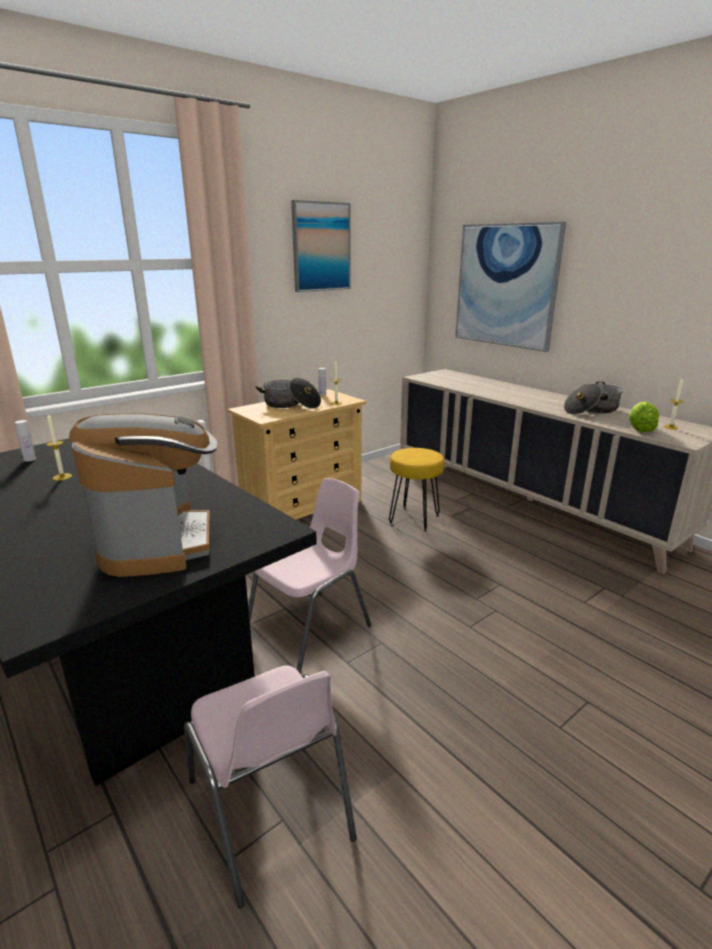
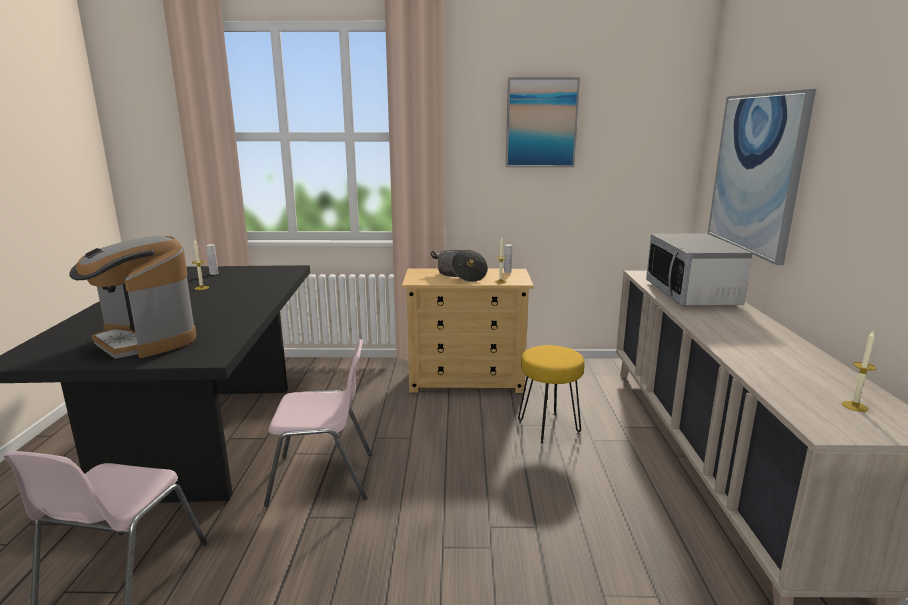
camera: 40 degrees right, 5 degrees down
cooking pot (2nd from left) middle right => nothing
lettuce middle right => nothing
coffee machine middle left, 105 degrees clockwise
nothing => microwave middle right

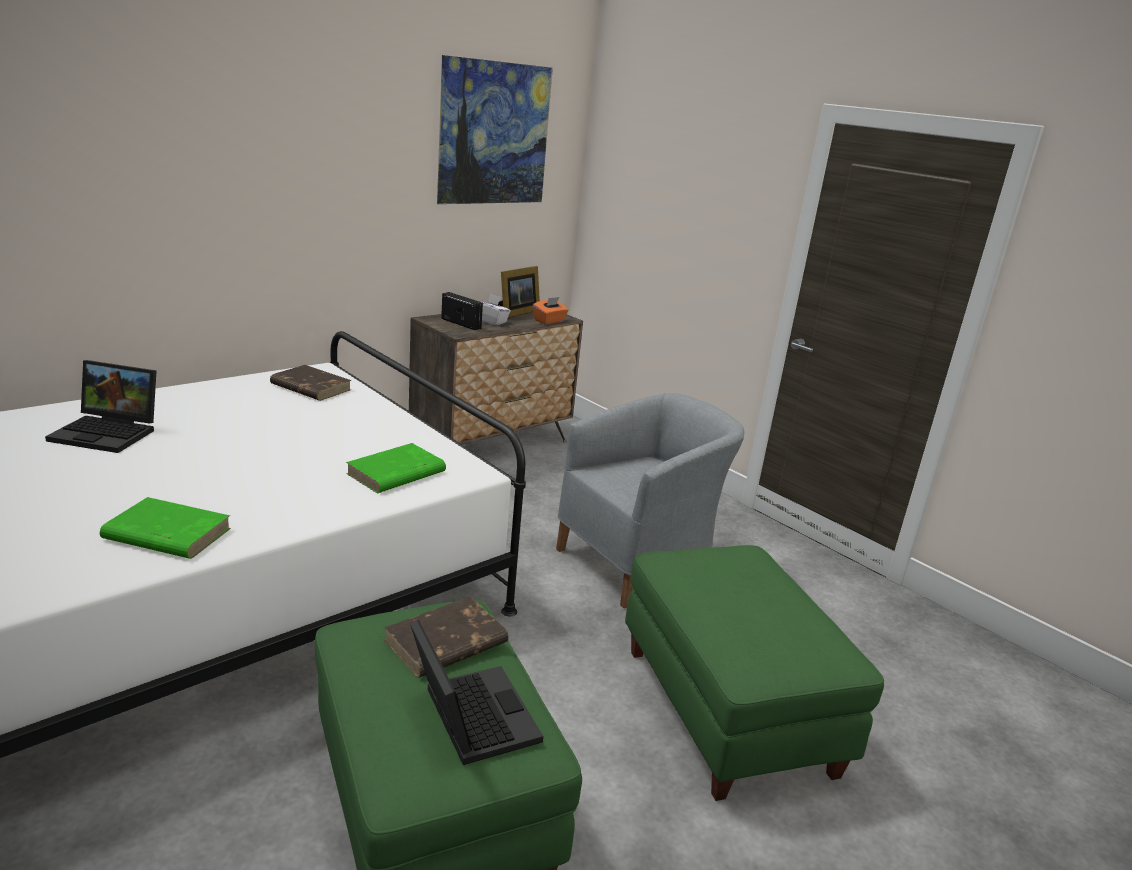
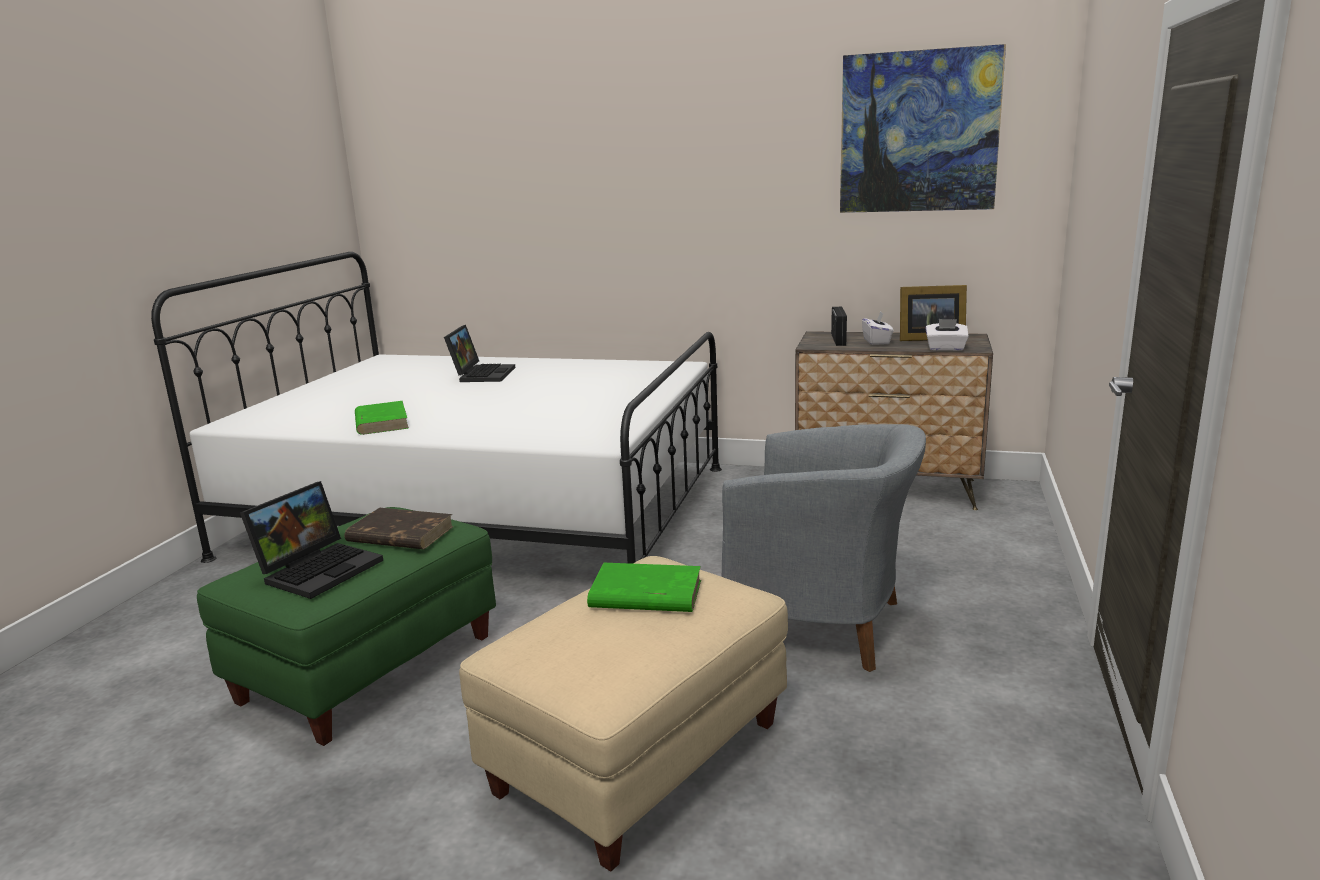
camera: 60 degrees right, 5 degrees down
orange tissue box centre => white tissue box (2nd from left) middle right
laptop (1st from left in the first image) middle left => laptop (2nd from left) centre, 150 degrees counterclockwise
brown book (1st from left) middle left => nothing
green book (2nd from left) centre => green book (2nd from left) bottom centre, move
green ottoman (2nd from left) bottom centre => beige ottoman bottom centre

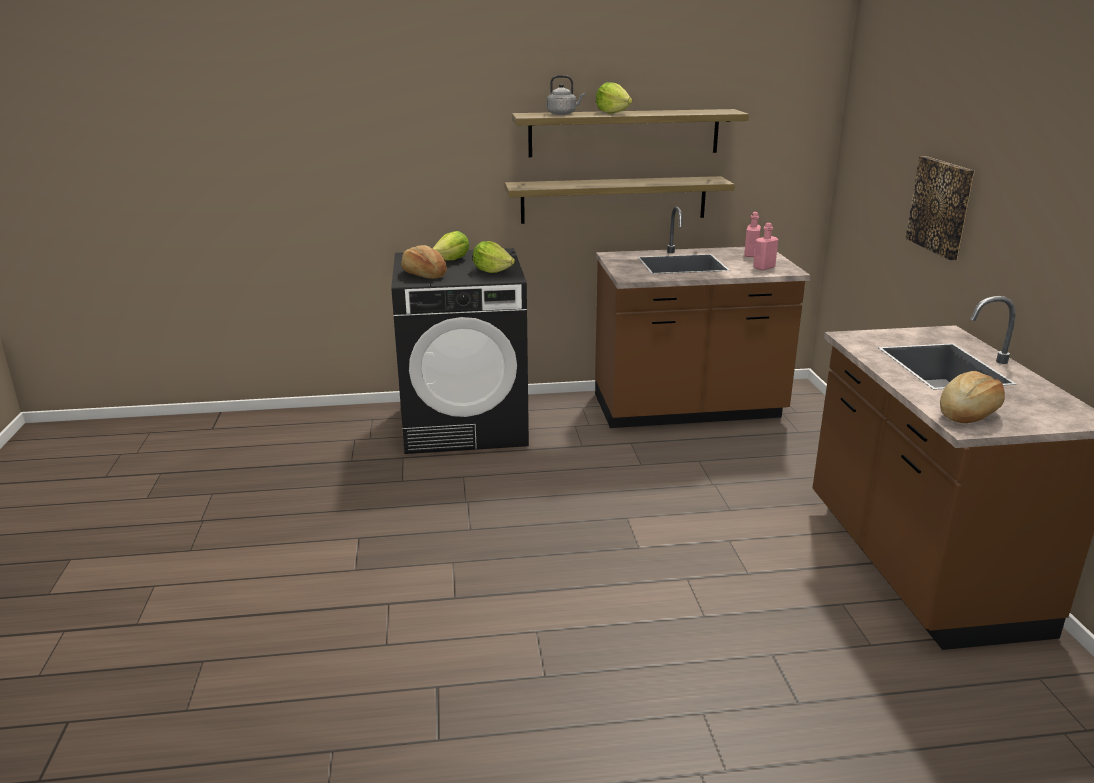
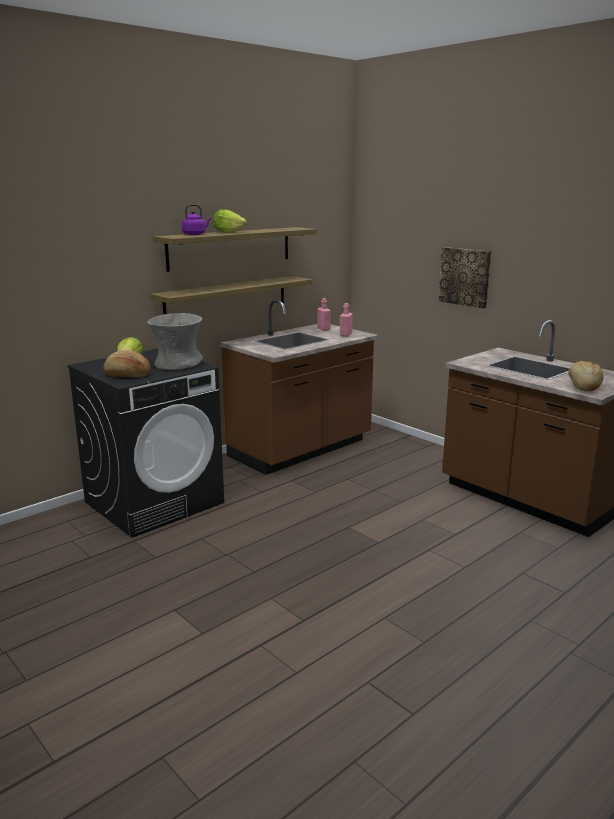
camera: 35 degrees left, 5 degrees down
grey kettle top centre => purple kettle top left
lettuce (2nd from left) top centre => grey vase middle left

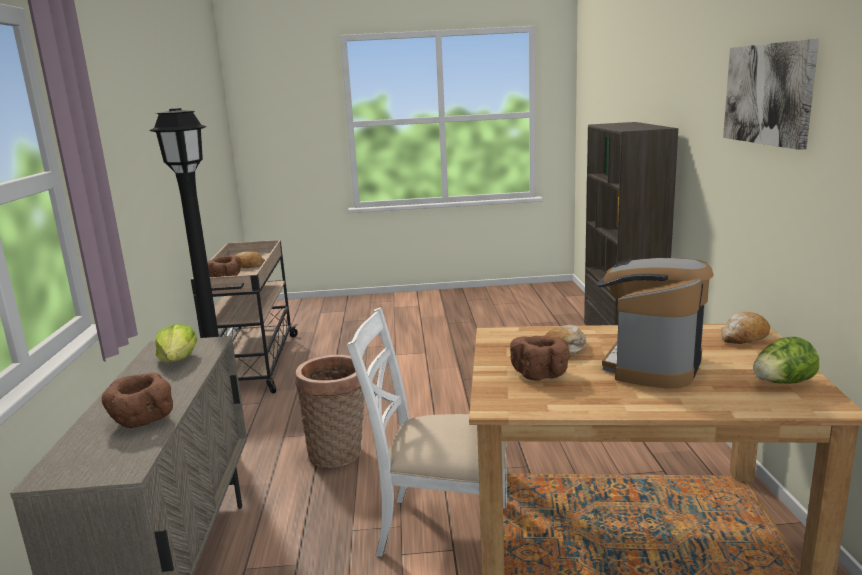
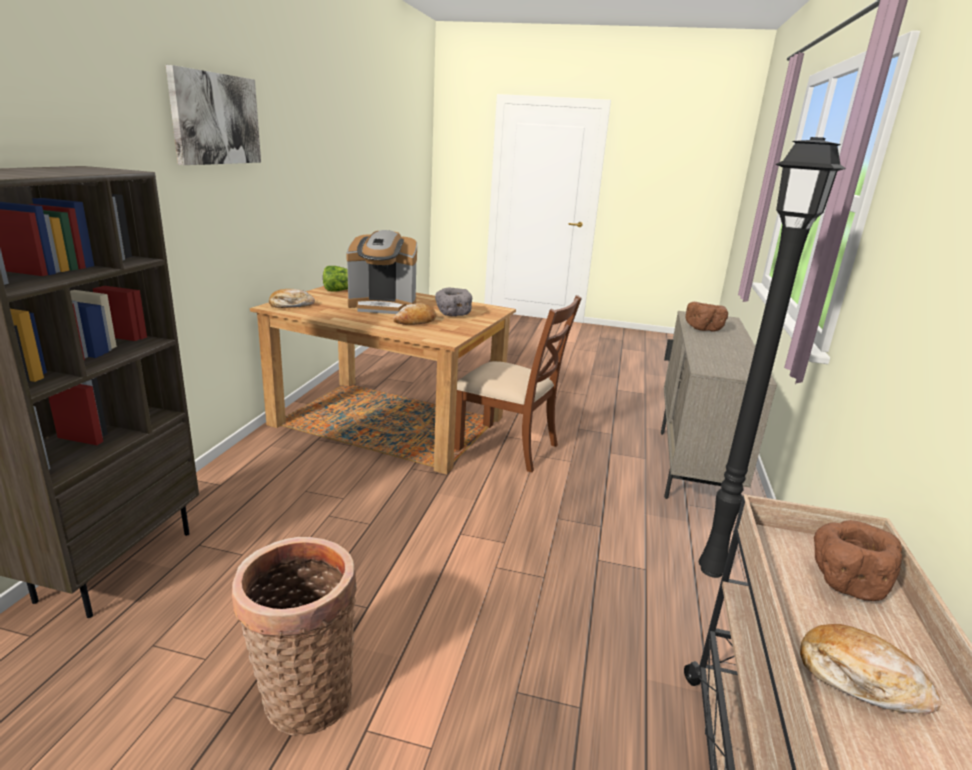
camera: 165 degrees left, 5 degrees up
coffee machine middle right => coffee machine centre, 45 degrees clockwise
white chair bottom centre => brown chair centre
lettuce (1st from left) middle left => nothing
brown bowl (3rd from left) centre => grey bowl centre
basket bottom centre => basket bottom left, move

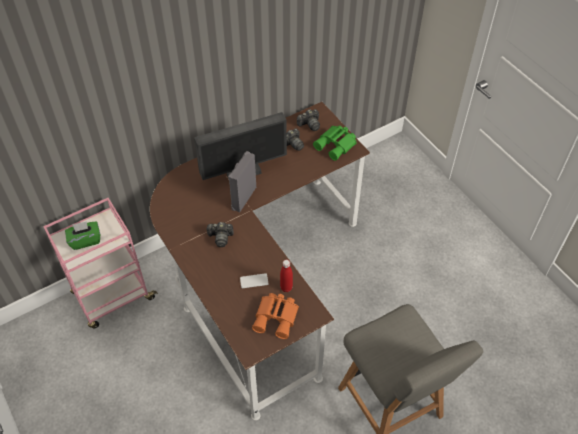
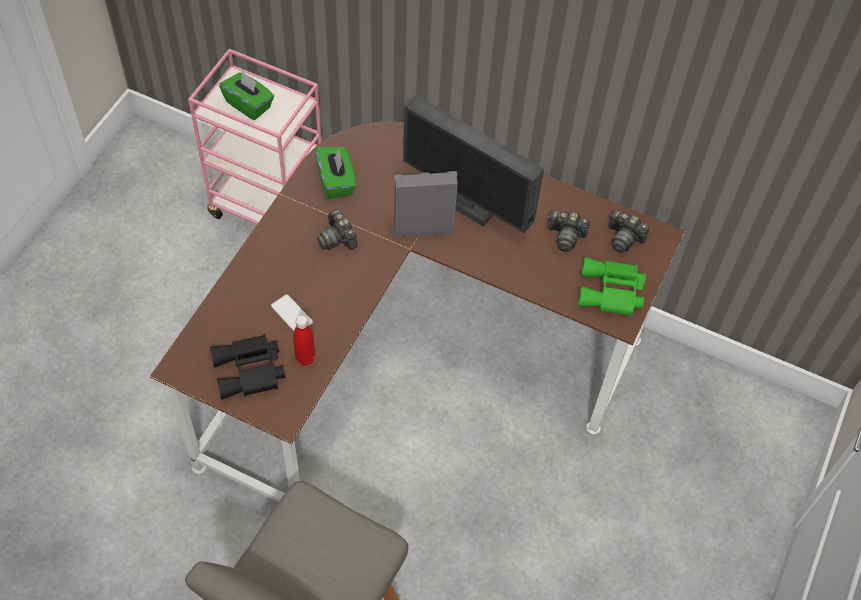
camera: 55 degrees right, 5 degrees up
orange binoculars bottom centre => black binoculars middle left
nothing => green tissue box (2nd from left) top centre

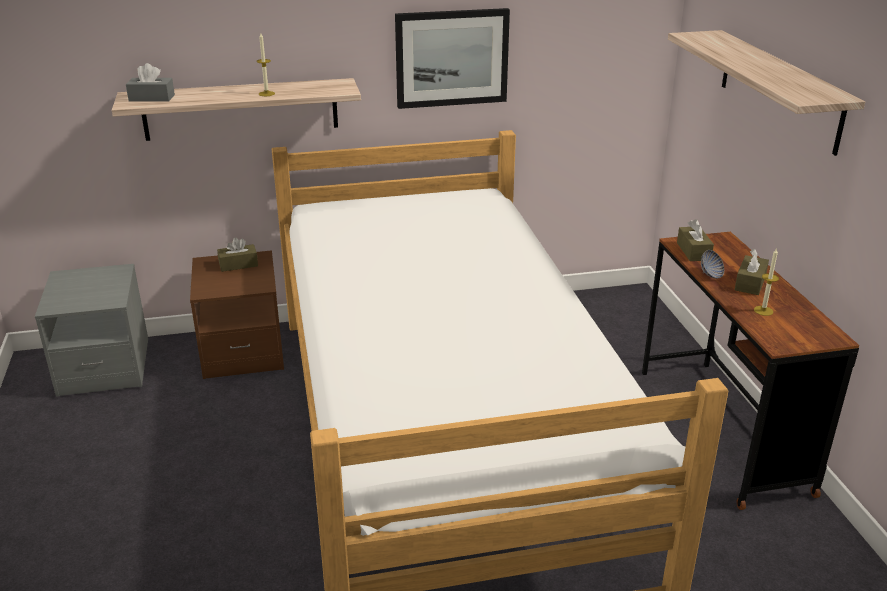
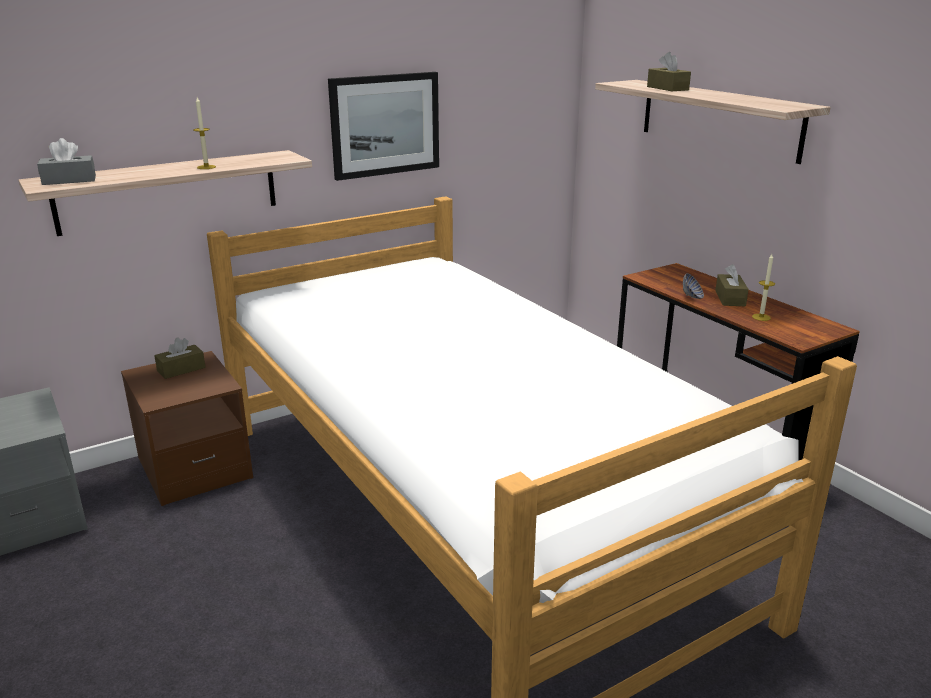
camera: 20 degrees left, 5 degrees down
brown tissue box (2nd from left) middle right => brown tissue box (2nd from left) top right, move

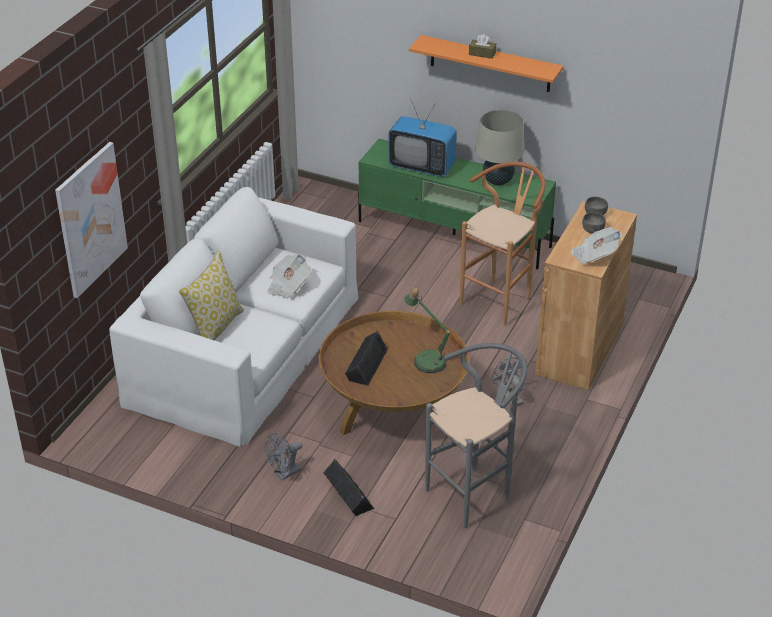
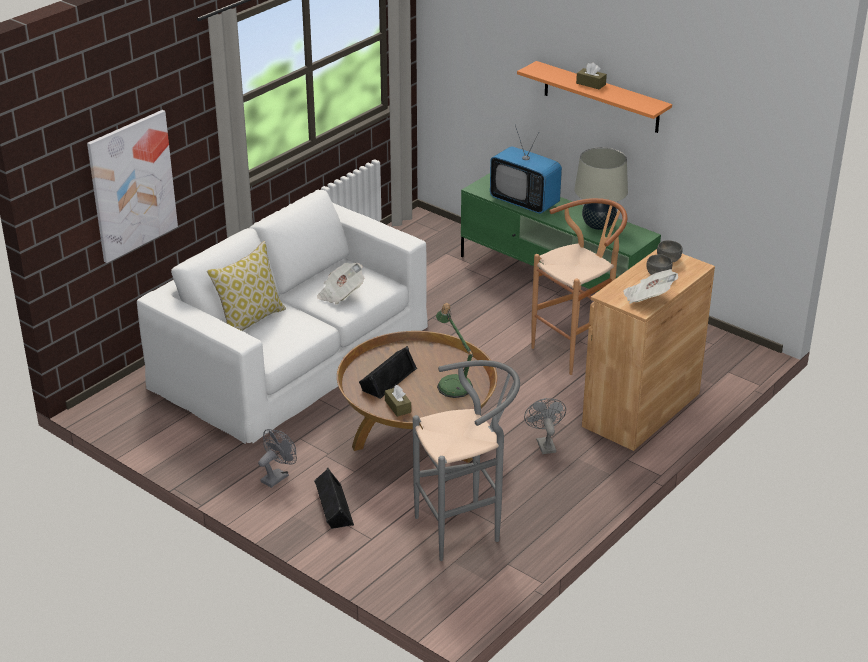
camera: 15 degrees right, 5 degrees down
grey fan (1st from left) bottom centre => grey fan (1st from left) bottom left, 150 degrees clockwise
nothing => brown tissue box (1st from left) centre

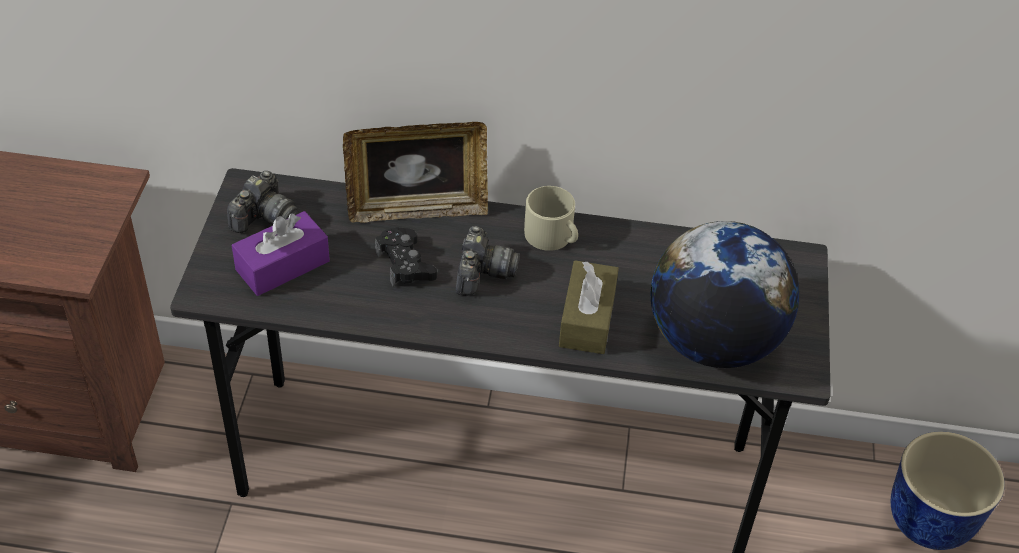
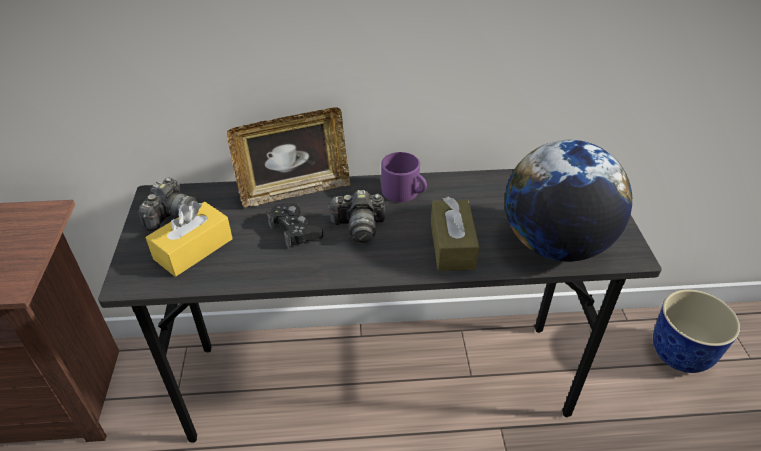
camera: 10 degrees left, 5 degrees down
beige mug centre => purple mug centre
purple tissue box middle left => yellow tissue box middle left
photo camera (2nd from left) centre, 90 degrees clockwise

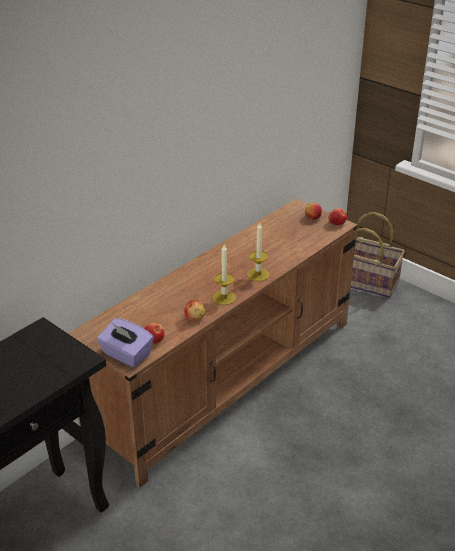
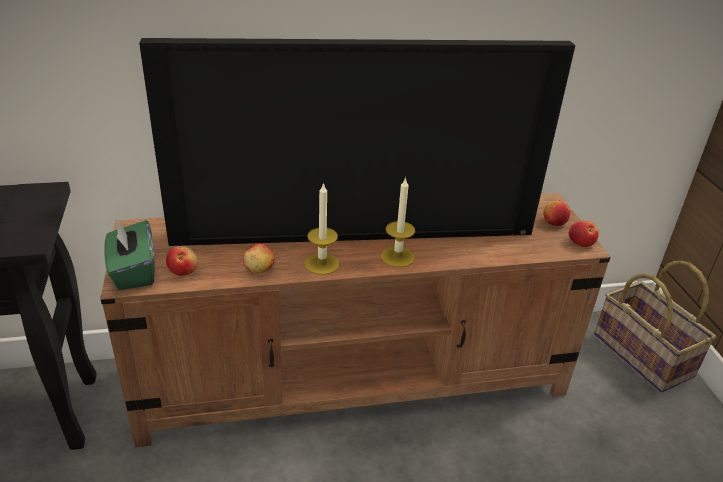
camera: 35 degrees right, 0 degrees up
purple tissue box middle left => green tissue box middle left
nothing => television top centre

